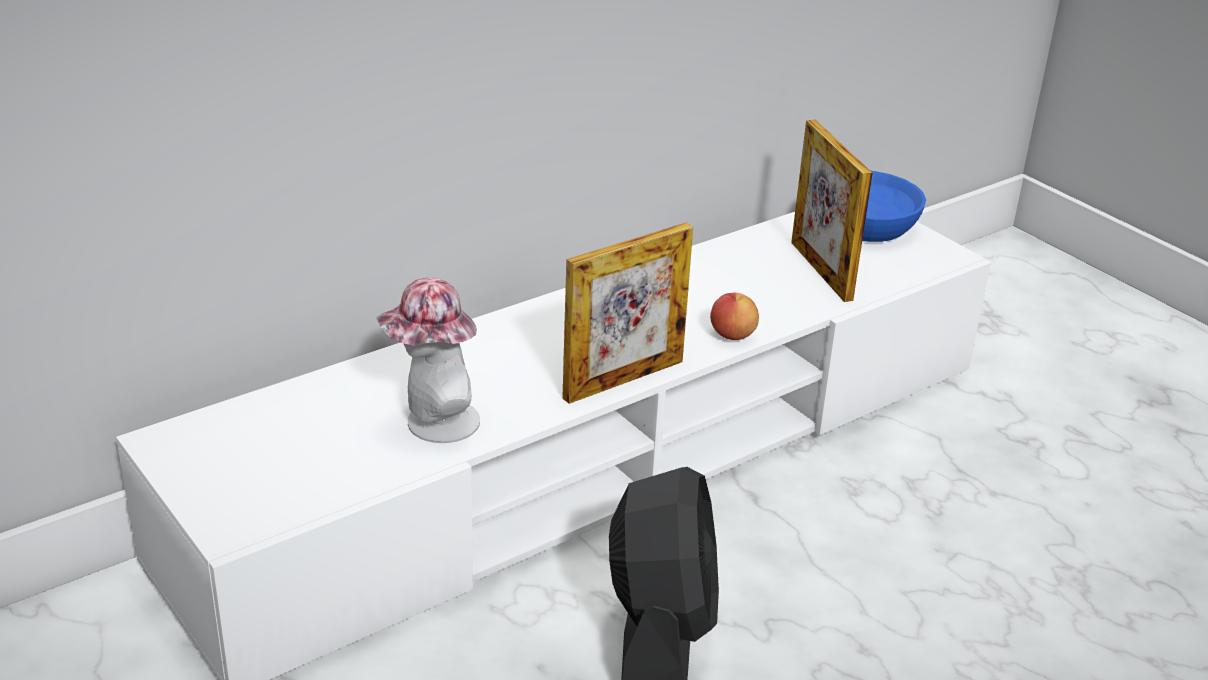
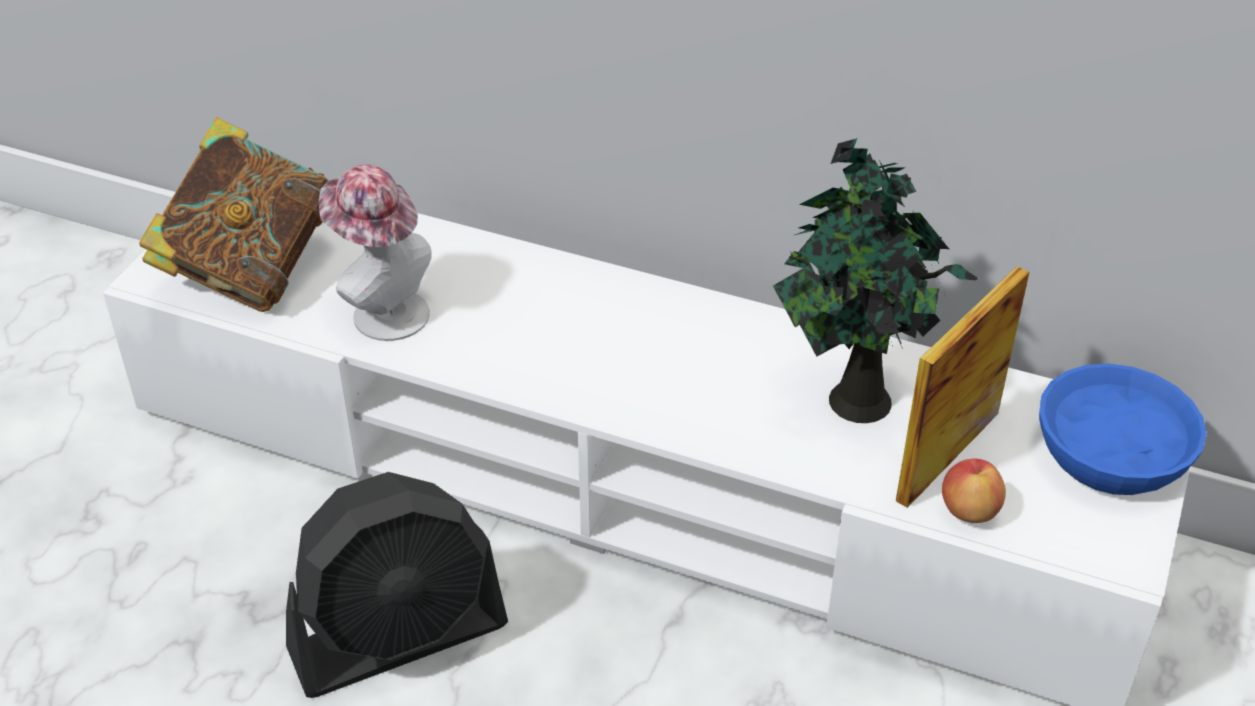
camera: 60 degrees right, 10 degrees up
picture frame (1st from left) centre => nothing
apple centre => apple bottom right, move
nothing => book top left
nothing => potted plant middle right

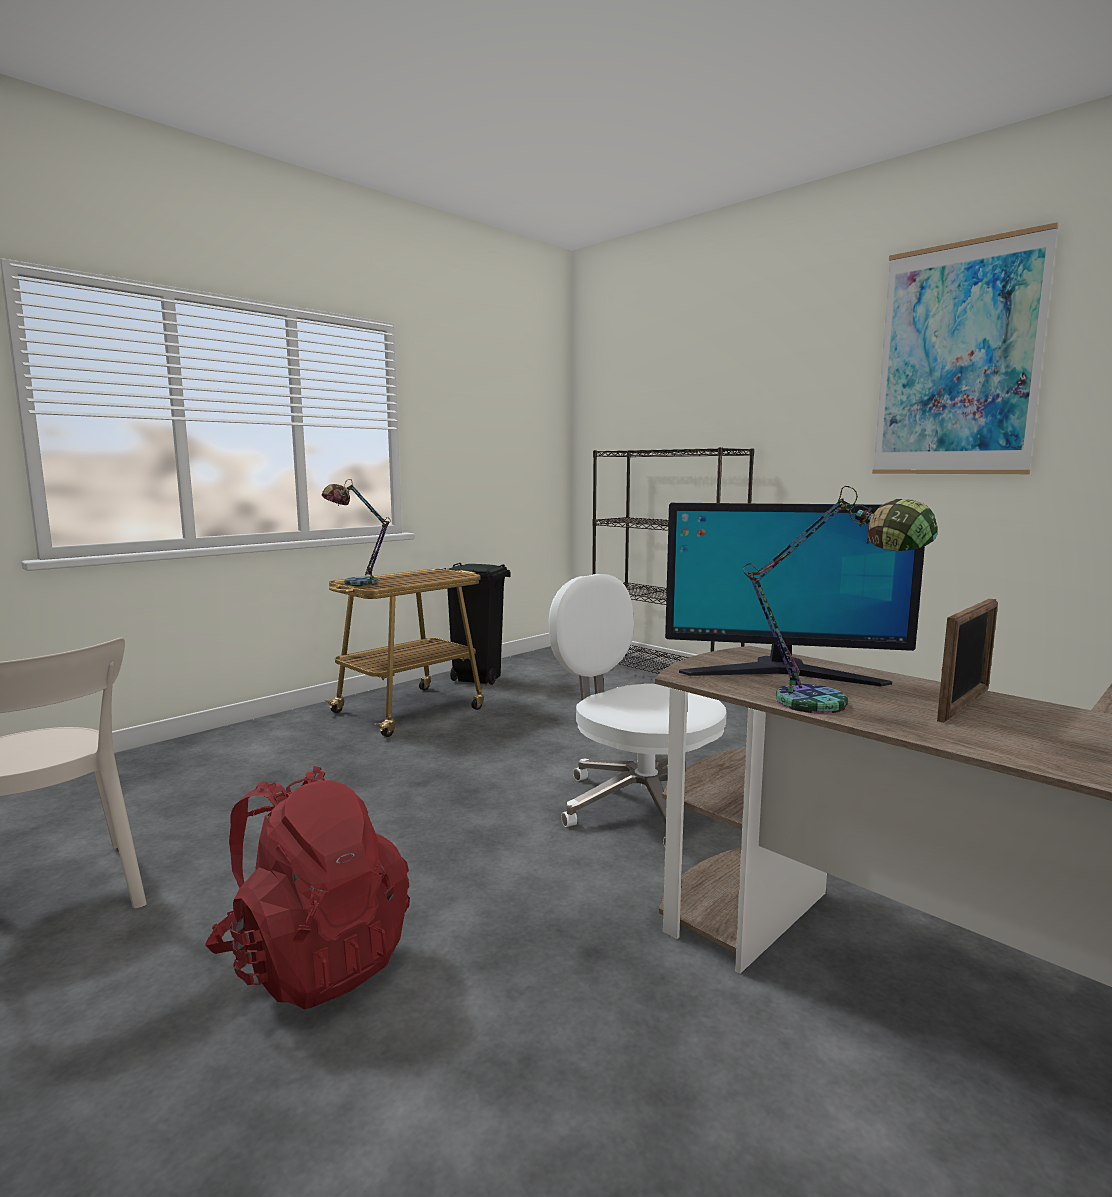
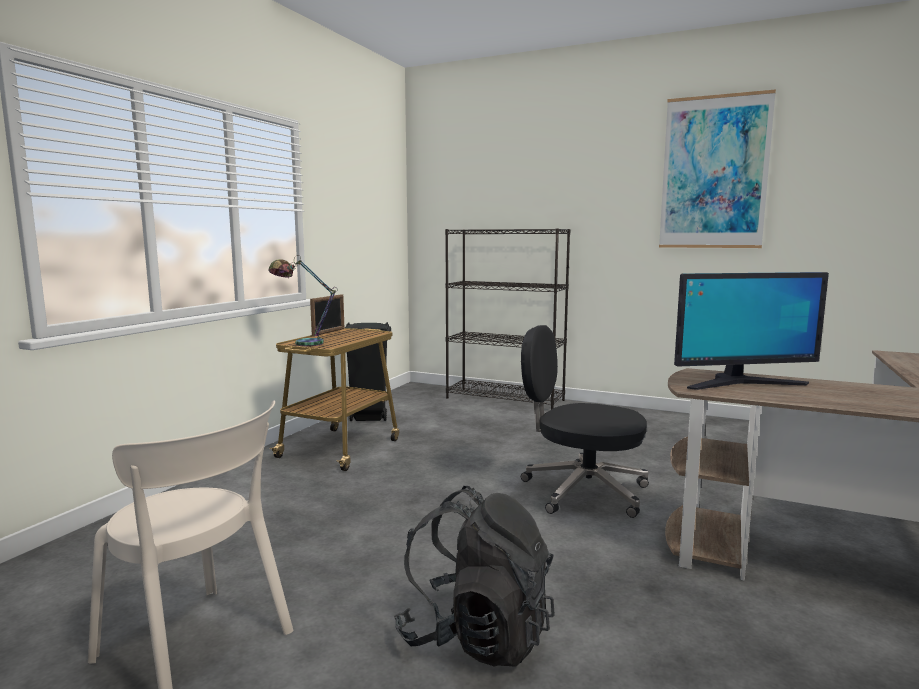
camera: 20 degrees left, 0 degrees up
table lamp (2nd from left) middle right => nothing
white office chair centre => black office chair centre
picture frame middle right => picture frame centre, move
red backpack bottom left => black backpack bottom centre

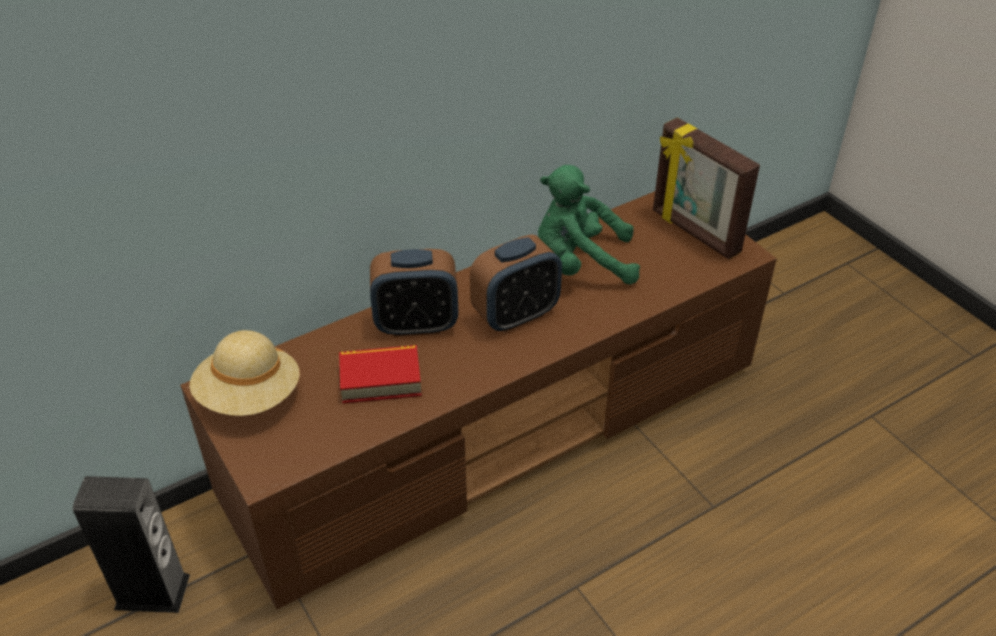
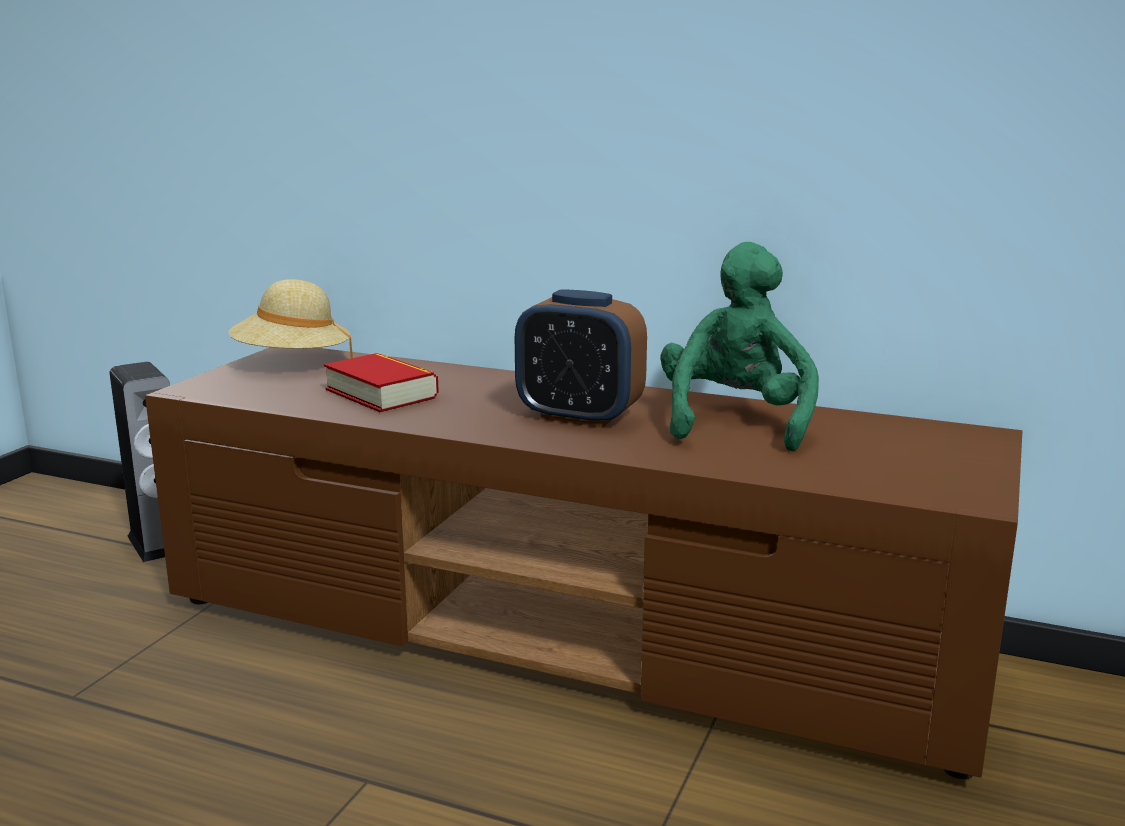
camera: 55 degrees right, 25 degrees down
picture frame top right => nothing
green plush toy centre, 45 degrees clockwise
alarm clock (1st from left) centre => nothing

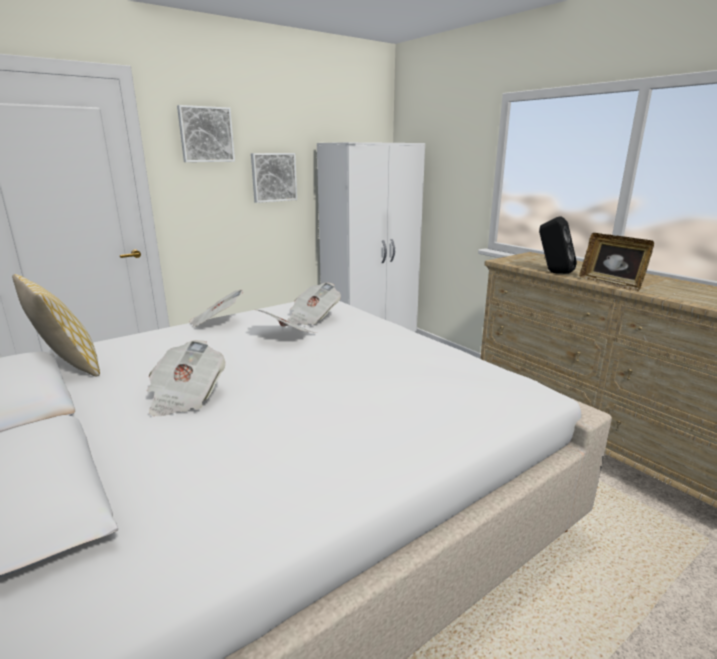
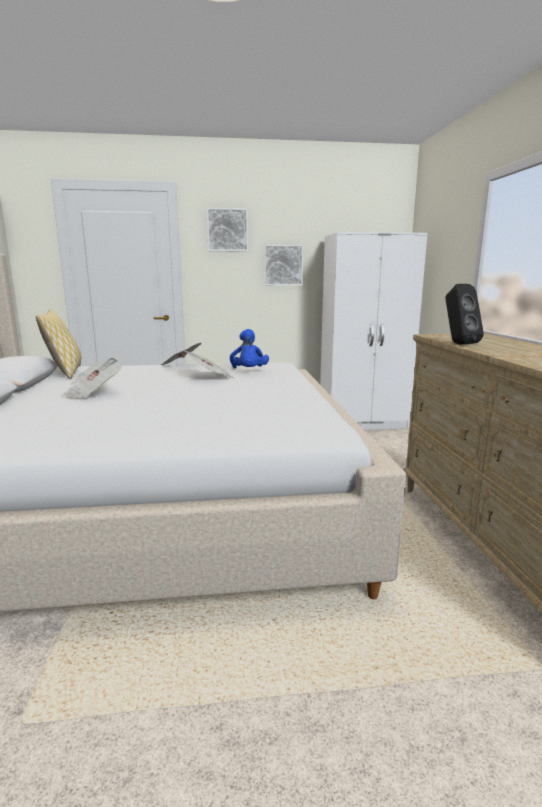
camera: 30 degrees right, 5 degrees down
picture frame middle right => nothing
newspaper (4th from left) centre => blue plush toy centre

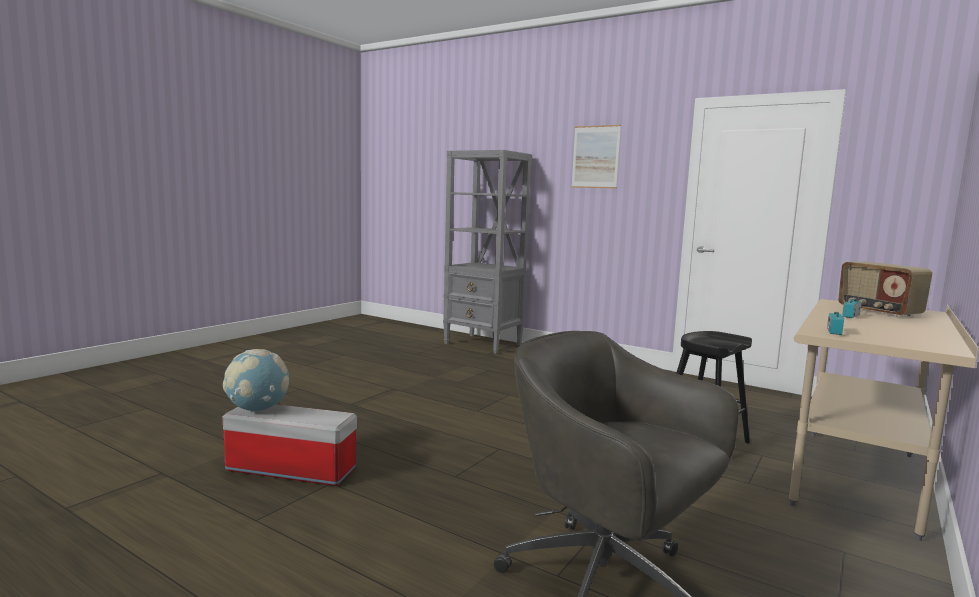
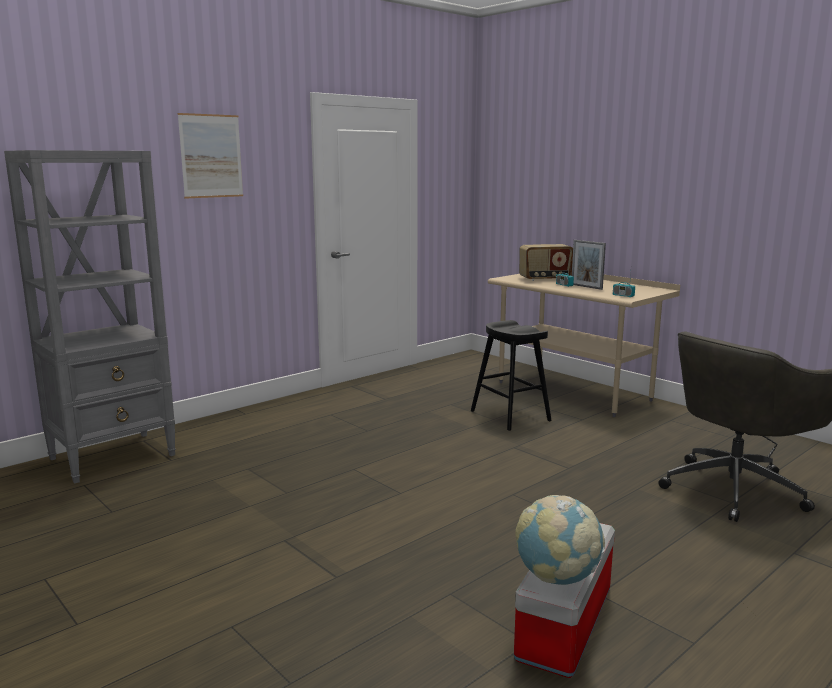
camera: 75 degrees left, 5 degrees up
nothing => picture frame middle right

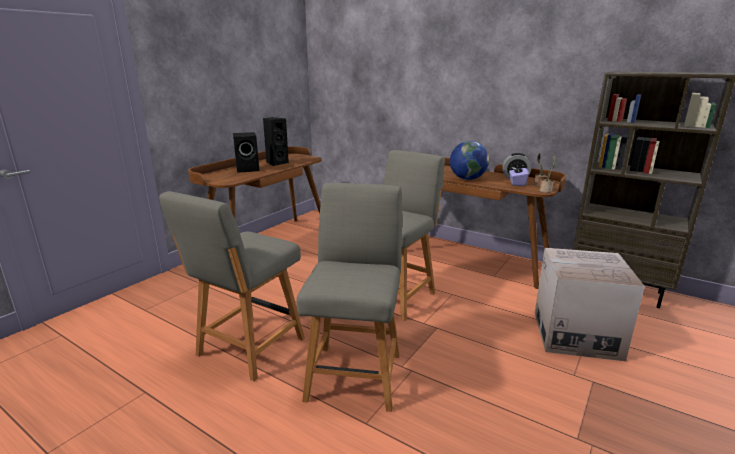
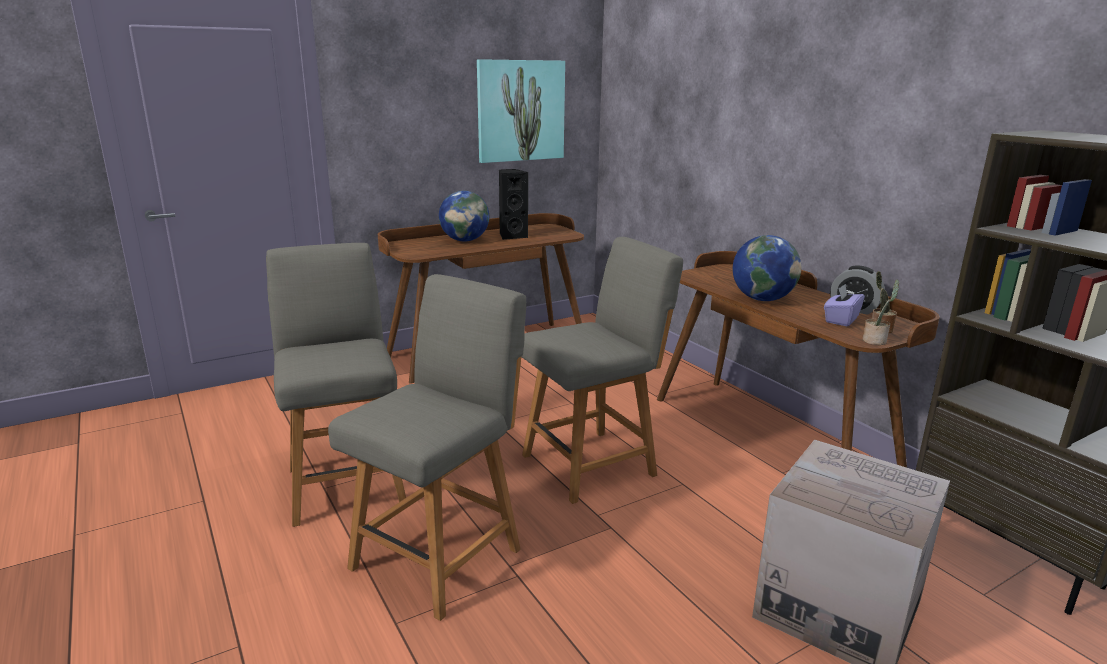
camera: 25 degrees right, 0 degrees up
black speaker (1st from left) centre => globe (1st from left) top centre
grey chair (1st from left) middle left, 105 degrees clockwise
nothing => picture top centre

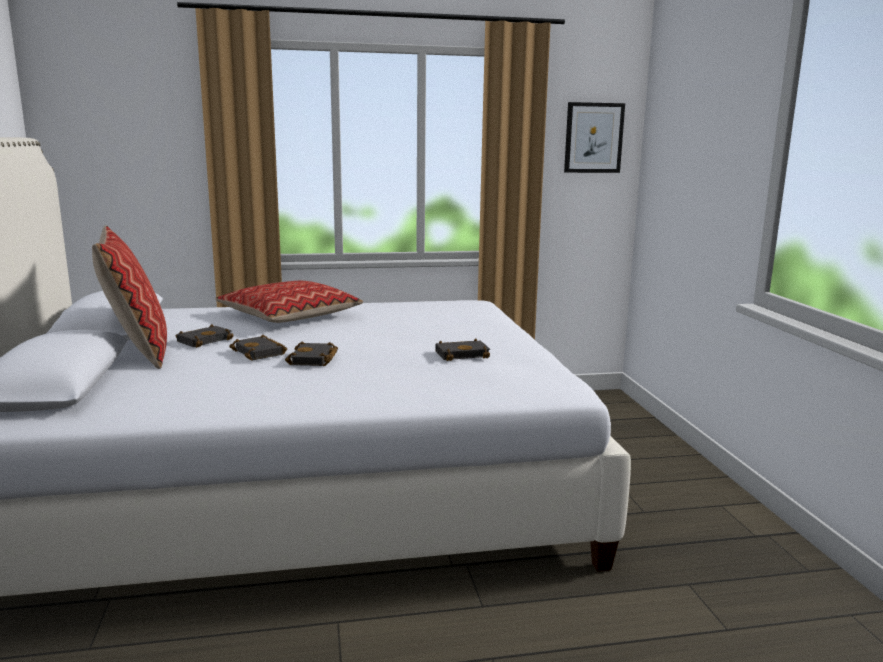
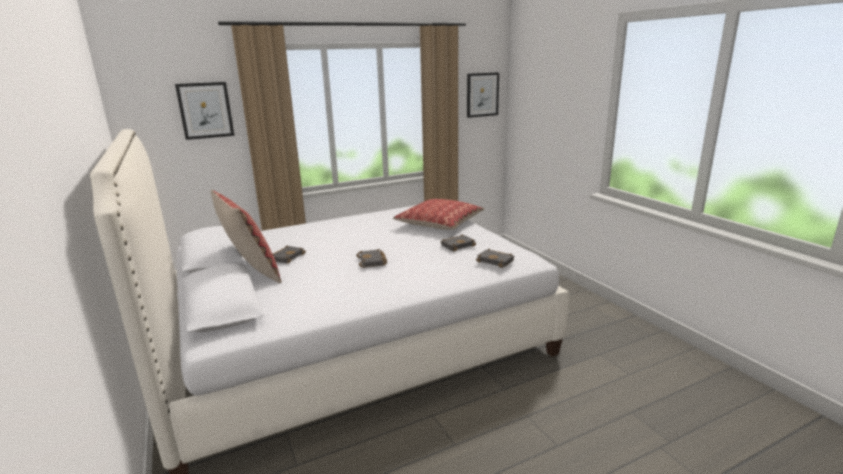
camera: 15 degrees left, 5 degrees up
pillow (2nd from left) middle left => pillow (2nd from left) centre, move
black book (2nd from left in the first image) middle left => black book (4th from left) centre, move
nothing => picture (1st from left) top left

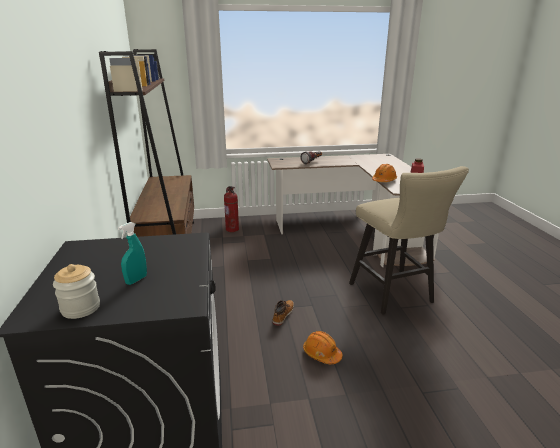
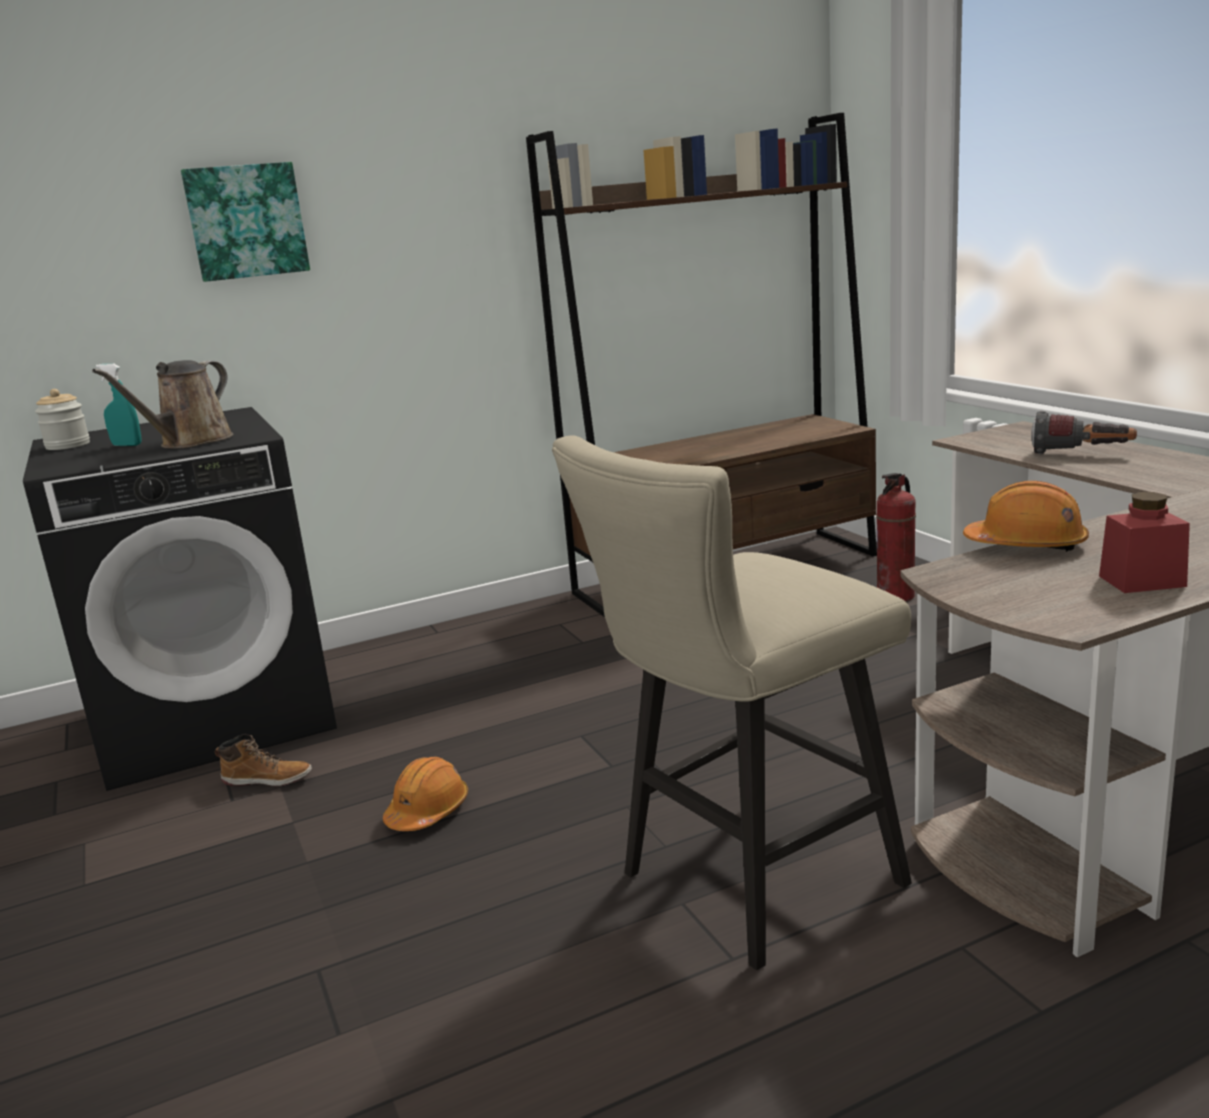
camera: 75 degrees right, 5 degrees down
boot bottom centre => boot bottom left, move
nothing => picture top left
nothing => brown watering can middle left

